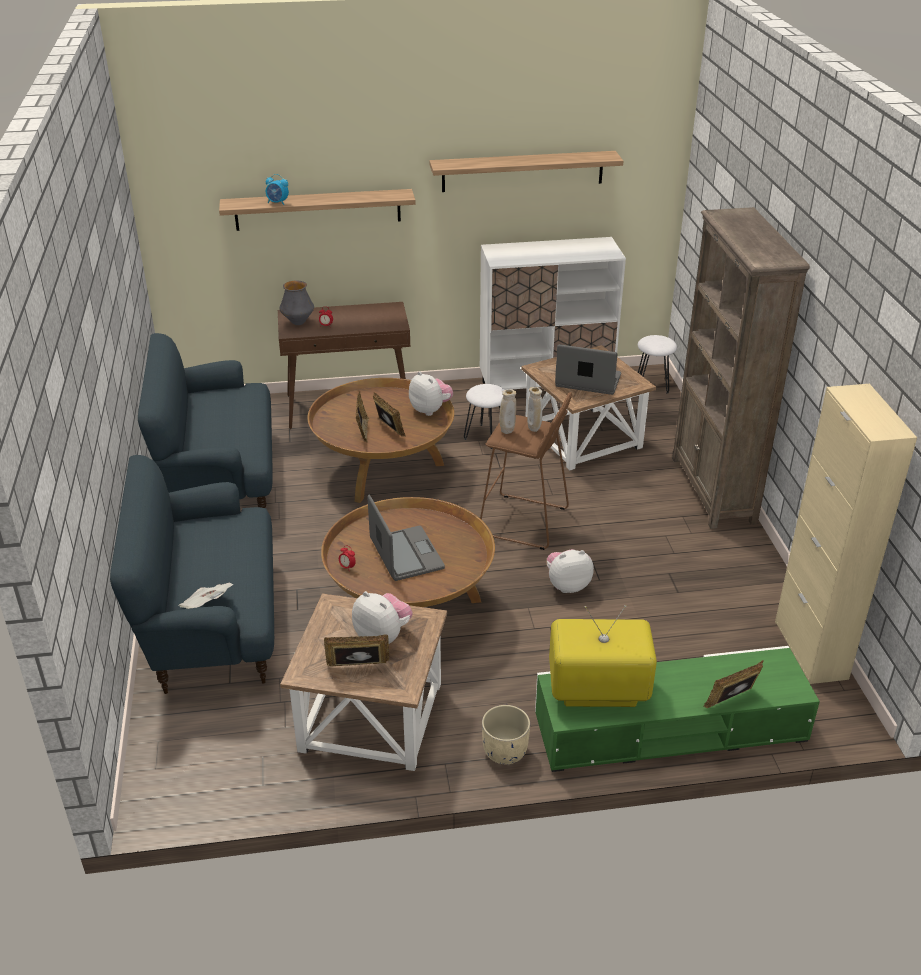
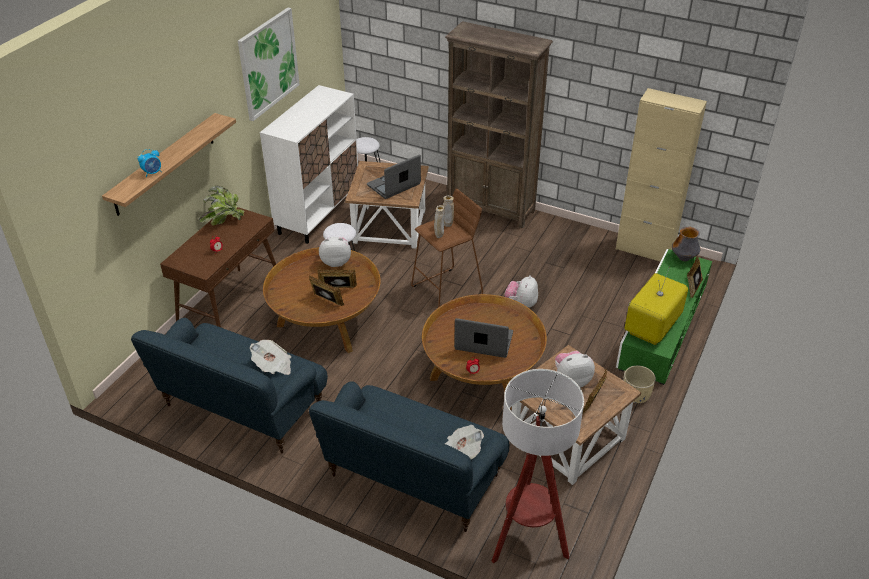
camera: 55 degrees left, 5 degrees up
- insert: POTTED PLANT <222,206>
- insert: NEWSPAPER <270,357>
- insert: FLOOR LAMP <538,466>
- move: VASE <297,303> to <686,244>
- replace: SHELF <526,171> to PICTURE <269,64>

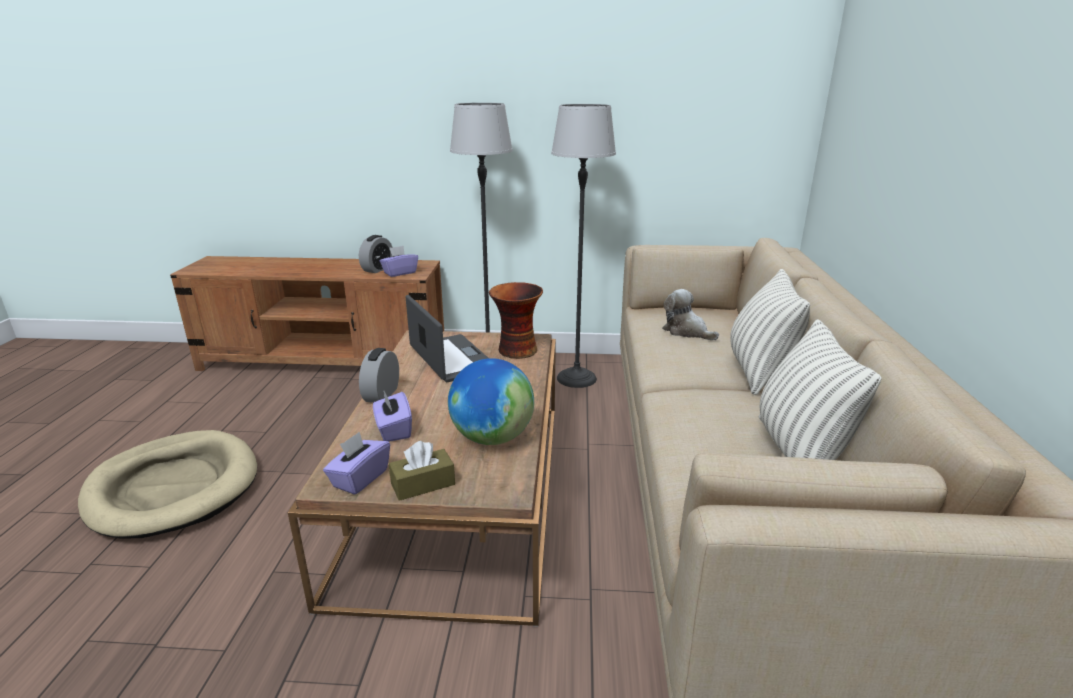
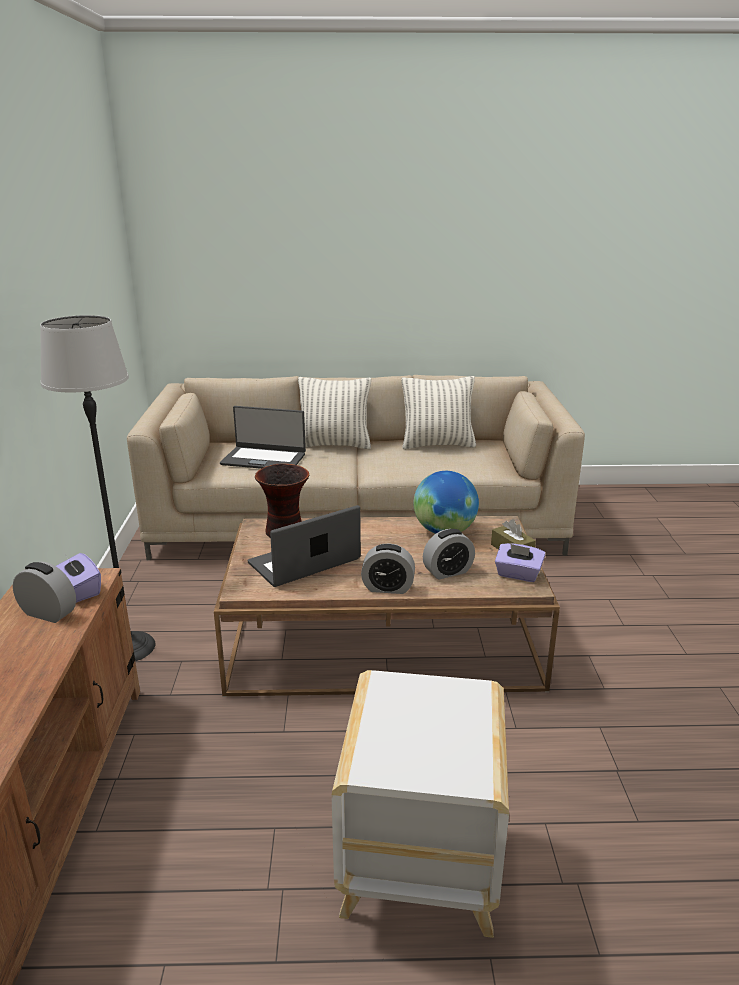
camera: 95 degrees left, 0 degrees up
- delete: FLOOR LAMP <583,246>
- replace: BEIGE DOG BED <167,484> to WHITE SIDE TABLE <420,804>
- replace: PURPLE TISSUE BOX <392,416> to ALARM CLOCK <449,554>
- replace: PLUSH TOY <690,314> to LAPTOP <263,437>

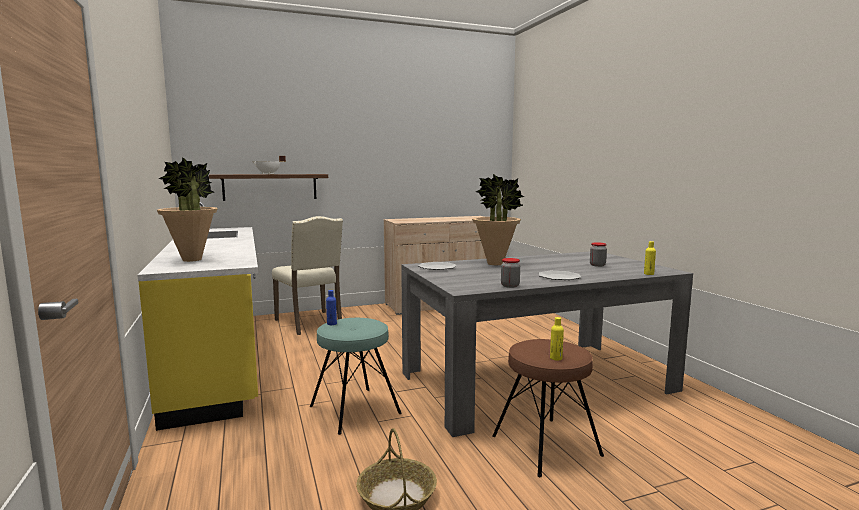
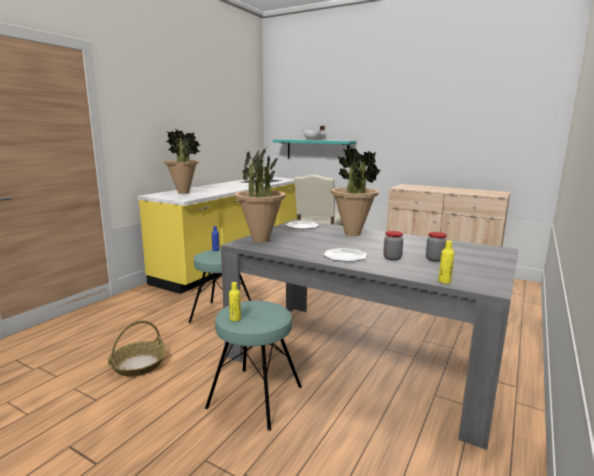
camera: 50 degrees right, 5 degrees up
- insert: POTTED PLANT <260,195>
- move: JAR <510,273> to <393,246>
- recolor: BROWN SHELF <268,187> to TURQUOISE SHELF <314,149>
- recolor: BROWN STOOL <548,408> to TURQUOISE STOOL <253,366>

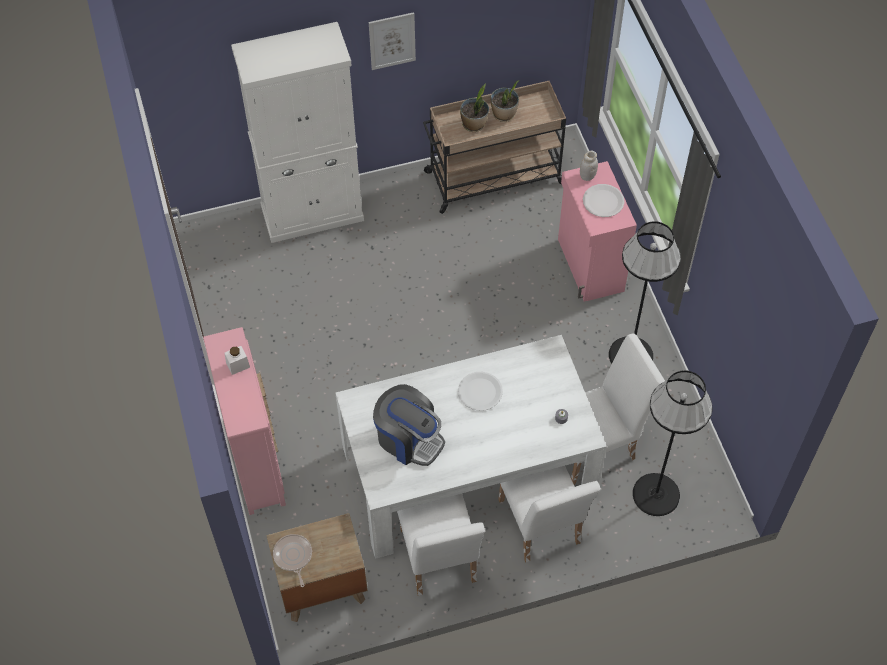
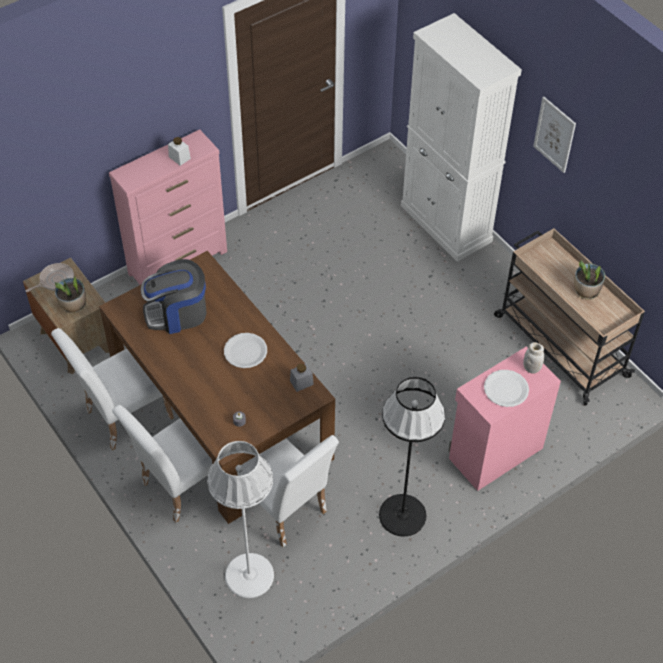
camera: 70 degrees right, 5 degrees down
- insert: GREY JAR <302,378>
- move: POTTED PLANT <474,108> to <70,295>
- recolor: WHITE DINING TABLE <471,447> to BROWN DINING TABLE <217,387>
- recolor: BLACK FLOOR LAMP <672,443> to WHITE FLOOR LAMP <240,519>
- rotate: COFFEE MACHINE <409,425> = <174,296> 60 degrees clockwise

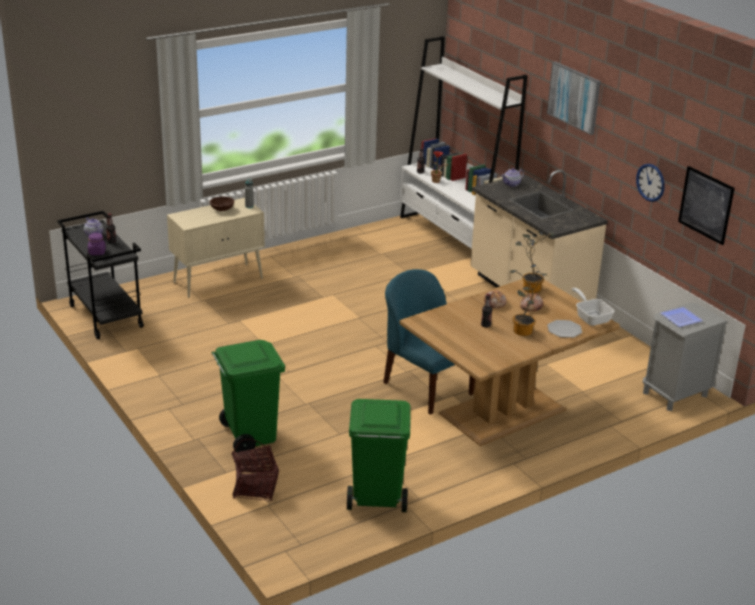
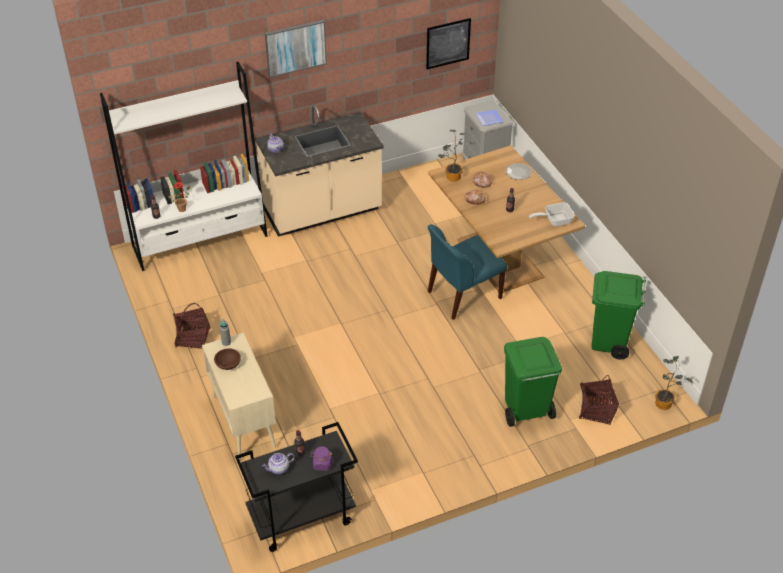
camera: 80 degrees left, 15 degrees up
- delete: WALL CLOCK <650,183>
- insert: BASKET <191,326>
- move: POTTED PLANT <528,300> to <674,383>
- move: FRYING PAN <593,307> to <552,214>

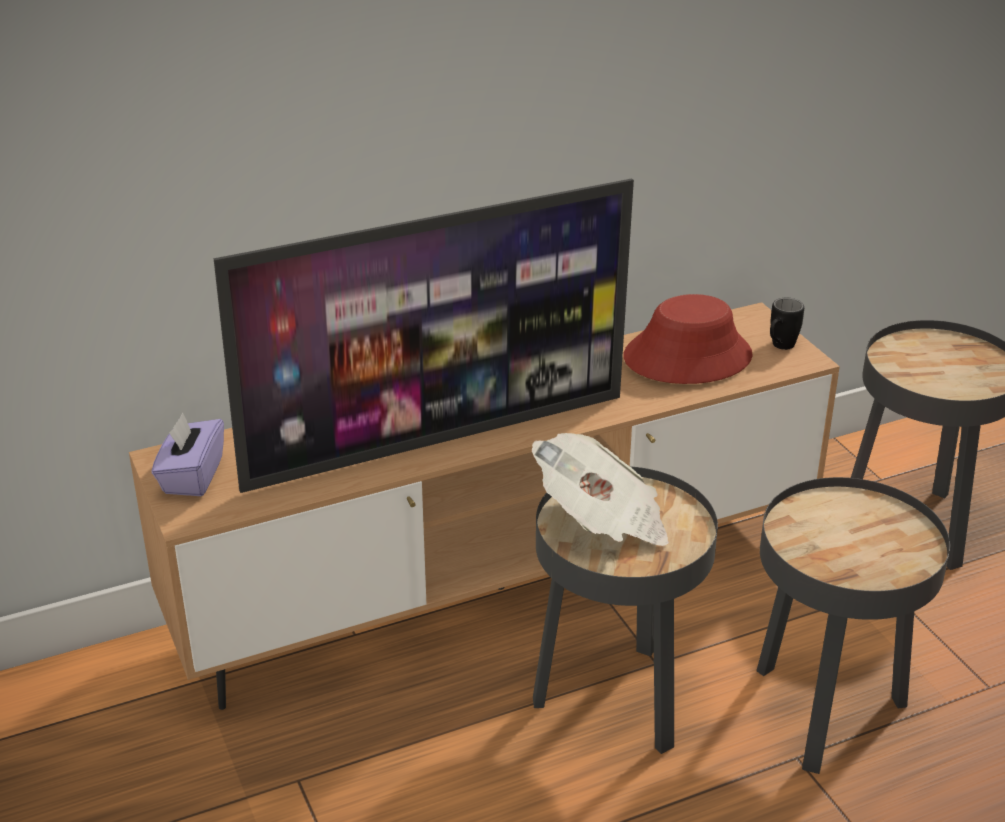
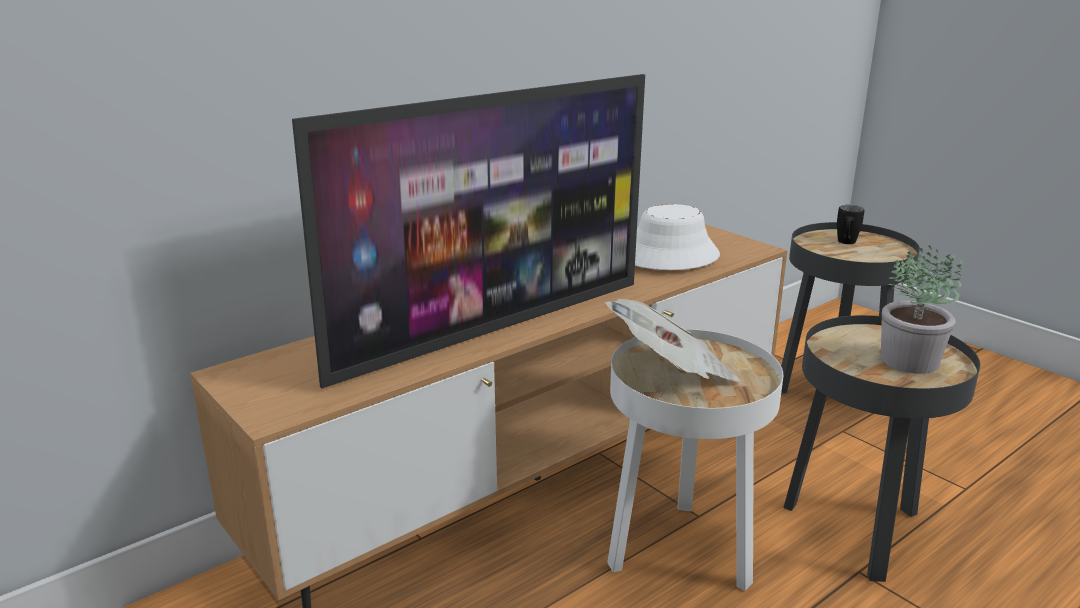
camera: 15 degrees left, 10 degrees down
- delete: PURPLE TISSUE BOX <188,454>
- insert: POTTED PLANT <922,309>
- move: BLACK MUG <787,324> to <850,224>
- recolor: BLACK SIDE TABLE <625,610> to WHITE SIDE TABLE <695,460>
- recolor: RED HAT <688,339> to WHITE HAT <677,237>

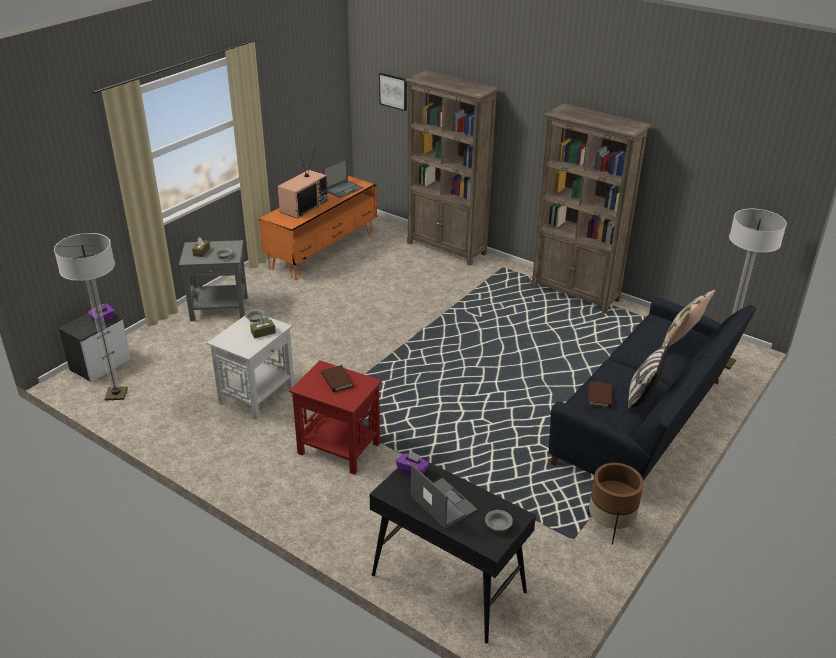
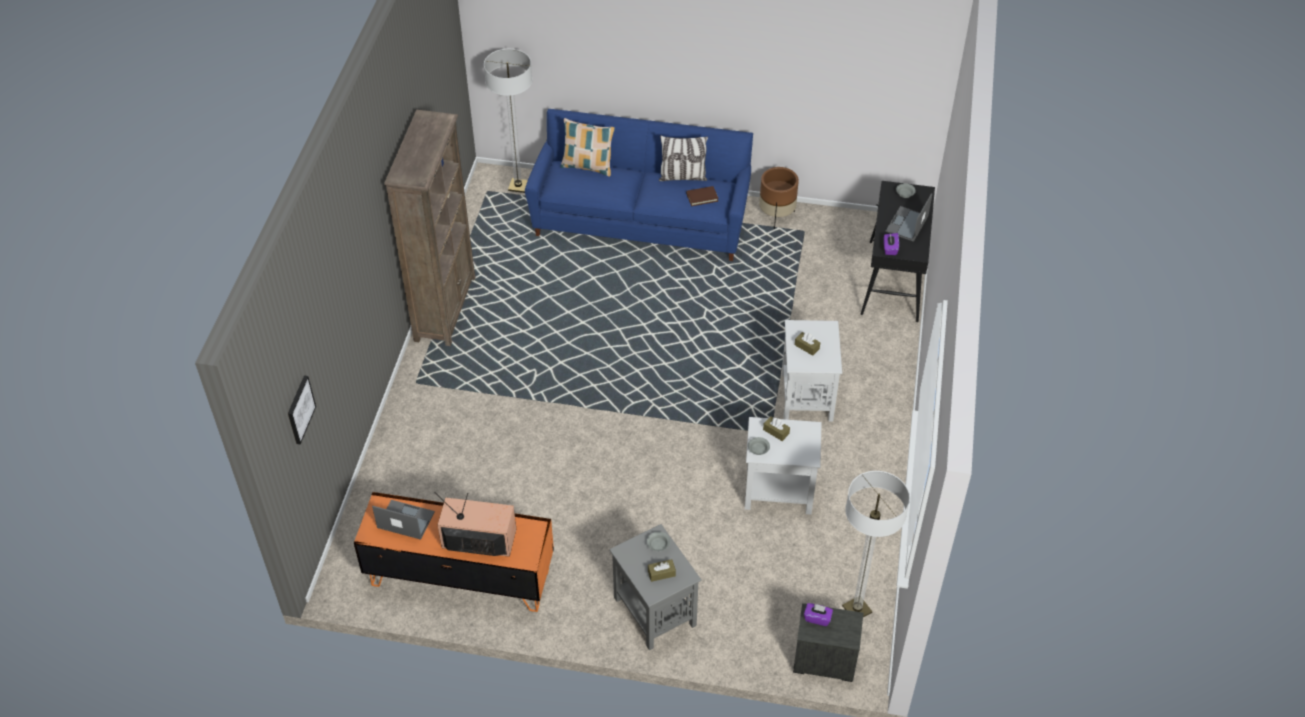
camera: 115 degrees left, 15 degrees up
- delete: BROWN BOOKCASE <452,168>
- replace: BROWN BOOK <337,378> to BROWN TISSUE BOX <807,344>
- recolor: RED SIDE TABLE <335,417> to WHITE SIDE TABLE <812,371>
- recolor: BLACK SOFA <652,389> to BLUE SOFA <639,185>

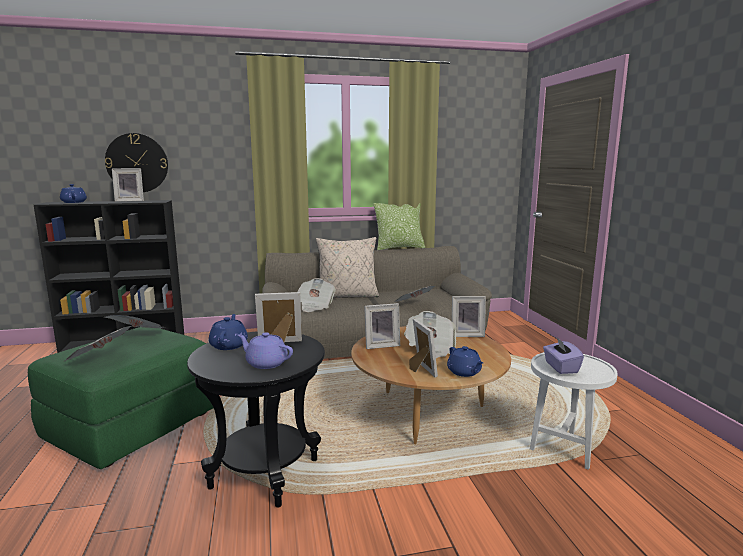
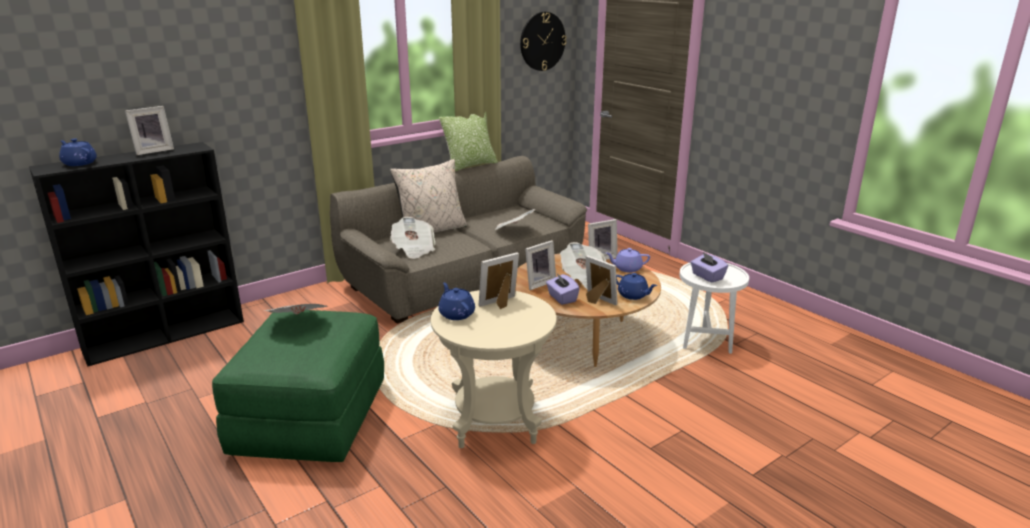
camera: 25 degrees left, 10 degrees up
- delete: NEWSPAPER <97,343>
- insert: PURPLE TISSUE BOX <563,289>
- move: WALL CLOCK <136,162> to <543,41>
- move: PURPLE TEAPOT <265,350> to <628,260>
- recolor: BLACK SIDE TABLE <256,419> to BEIGE SIDE TABLE <494,369>

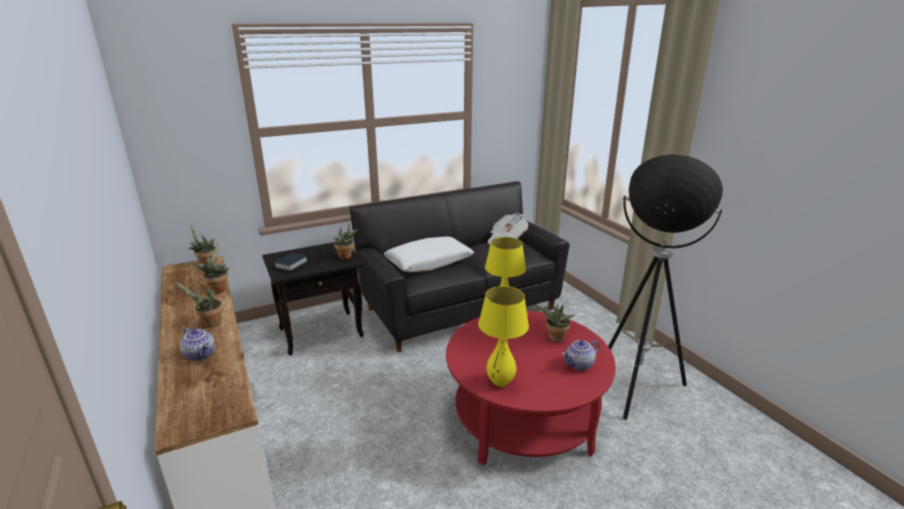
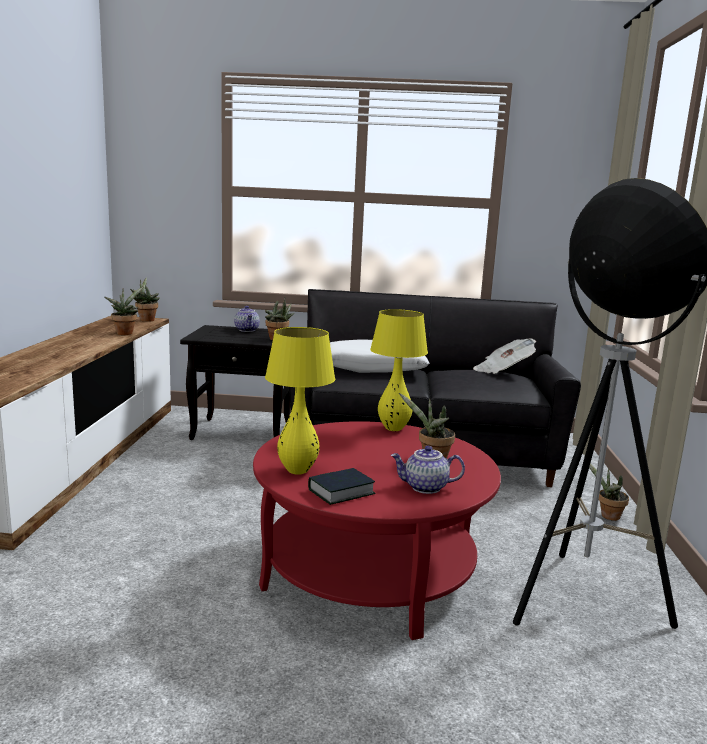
camera: 30 degrees right, 10 degrees down
- move: POTTED PLANT <199,304> to <609,492>
- move: TEAPOT <197,344> to <247,319>
- move: BOOK <291,262> to <342,486>

